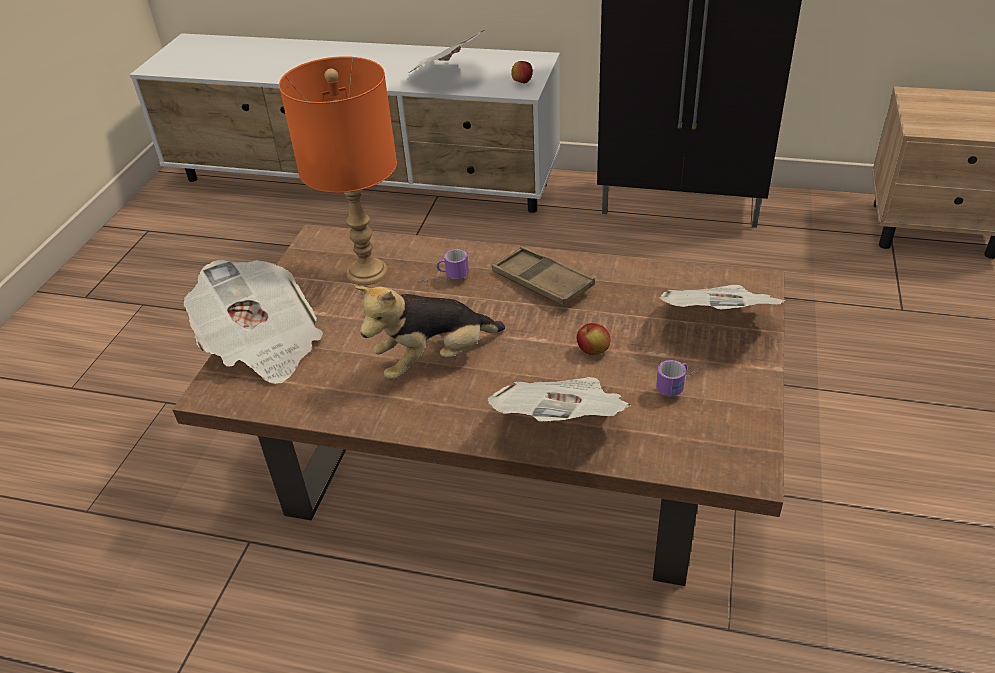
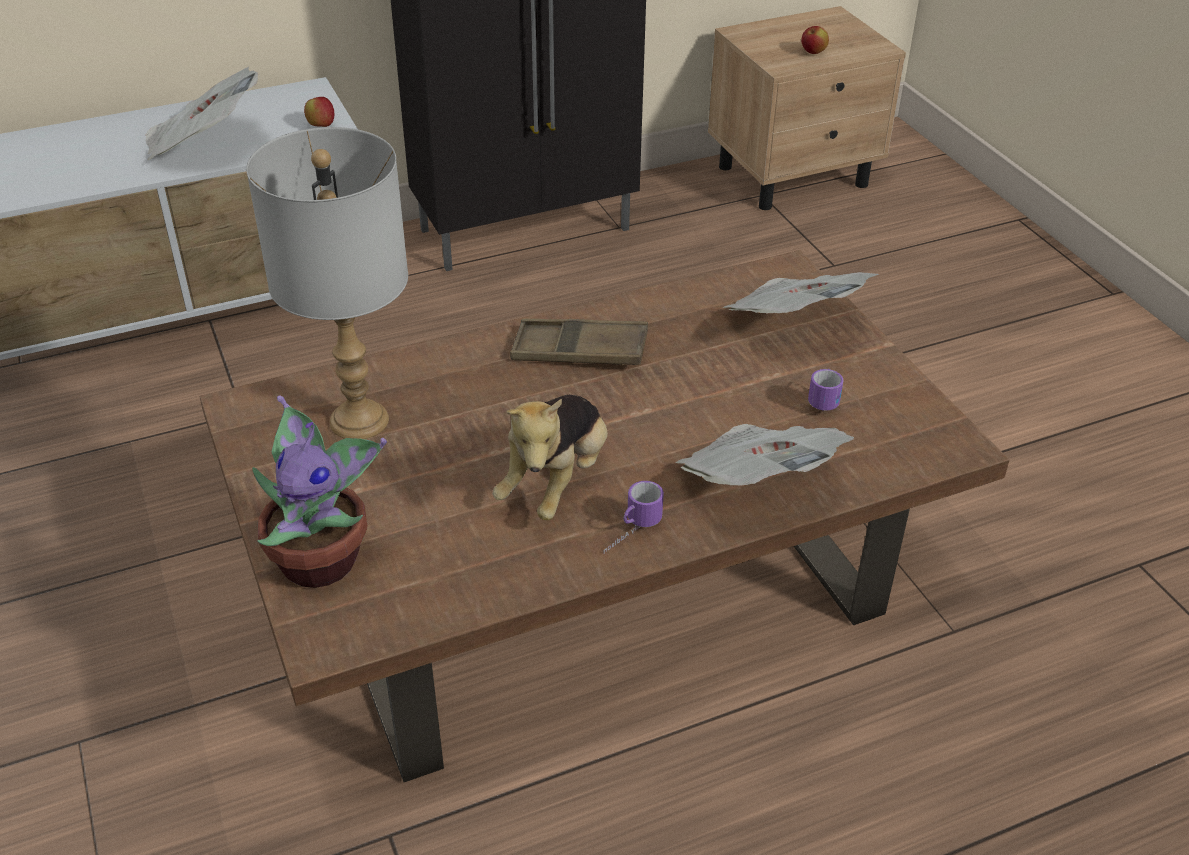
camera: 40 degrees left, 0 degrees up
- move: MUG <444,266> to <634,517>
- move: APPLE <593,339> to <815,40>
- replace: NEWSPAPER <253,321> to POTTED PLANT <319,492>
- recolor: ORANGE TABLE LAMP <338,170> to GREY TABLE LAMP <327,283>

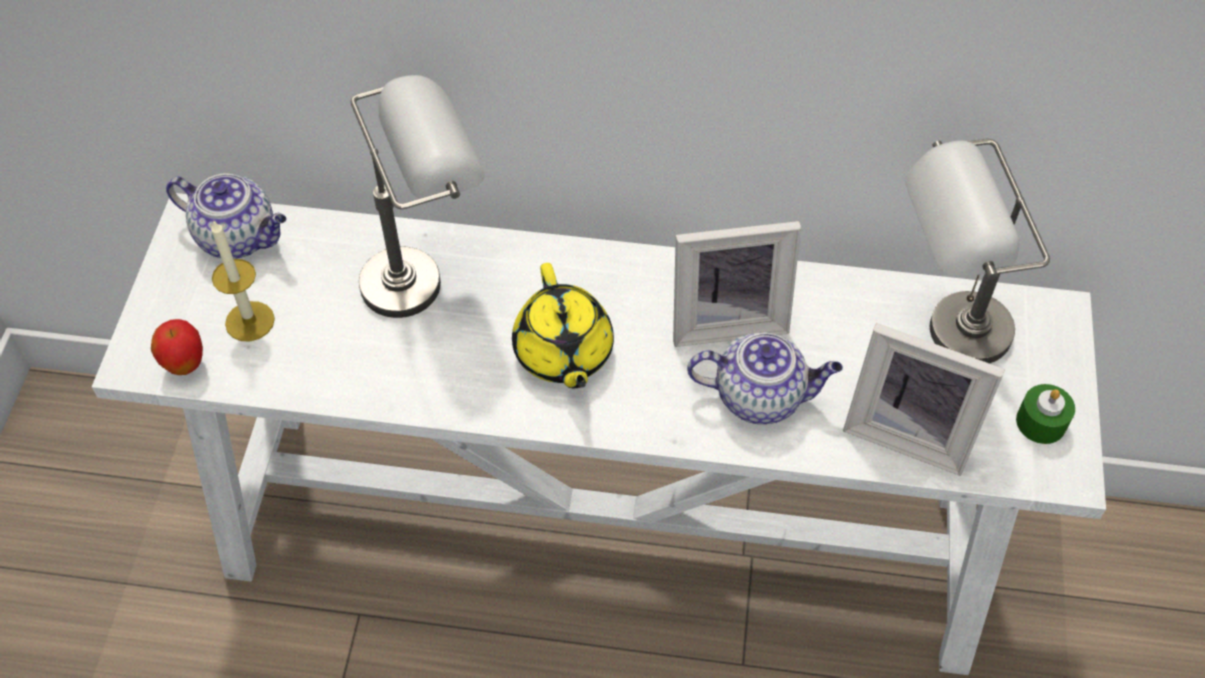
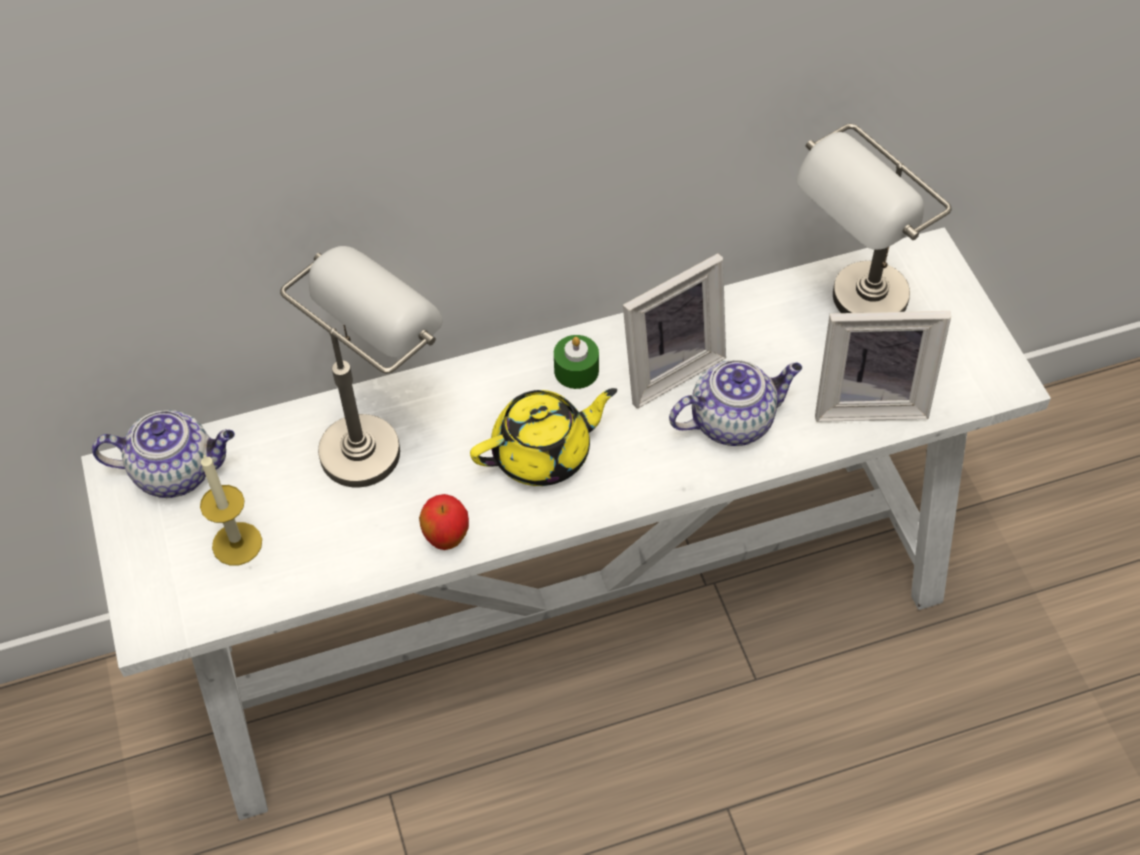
camera: 25 degrees left, 0 degrees up
- move: APPLE <177,347> to <444,522>
- move: GREEN CANDLE <1045,414> to <576,362>
- rotate: YELLOW TEAPOT <563,326> = <543,437> 75 degrees counterclockwise

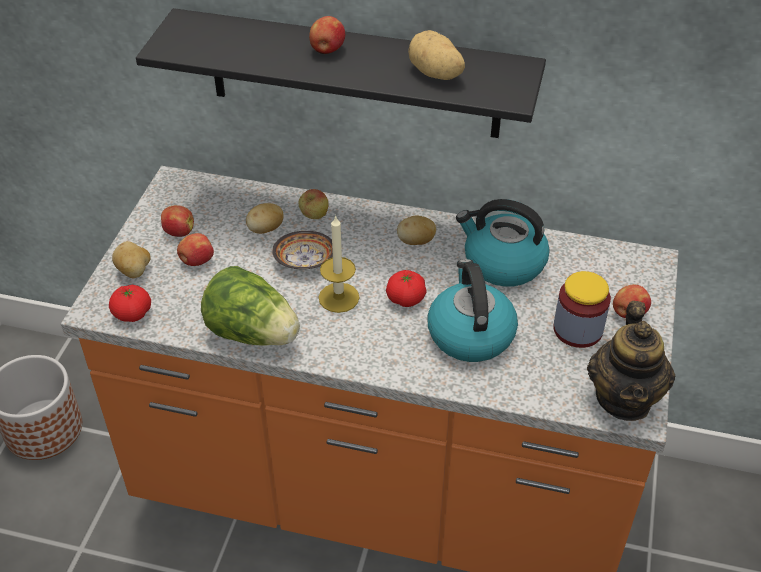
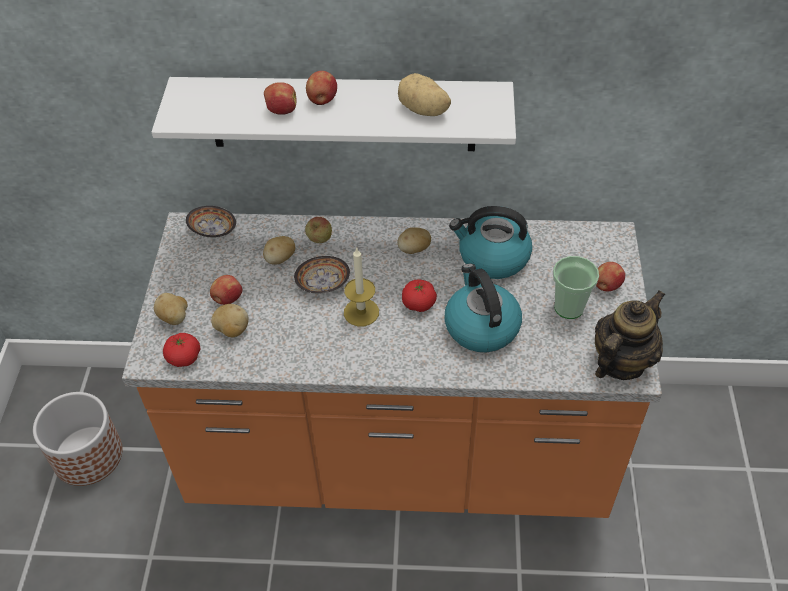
camera: 10 degrees left, 5 degrees up
- delete: LETTUCE <250,306>
- insert: BOWL <211,222>
- insert: POTATO <230,320>
- move: APPLE <177,221> to <280,98>
- replace: JAR <582,309> to CUP <576,287>
- recolor: BLACK SHELF <341,73> to WHITE SHELF <334,114>
- rotate: TEAPOT <631,361> = <630,335> 135 degrees counterclockwise

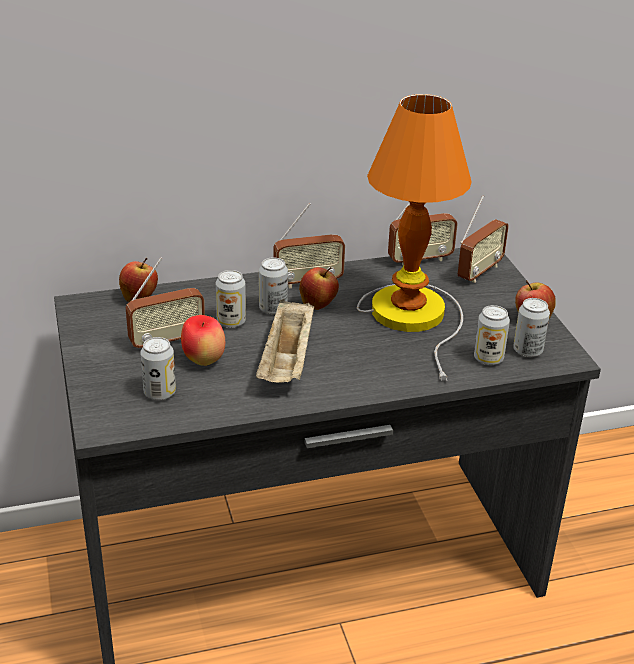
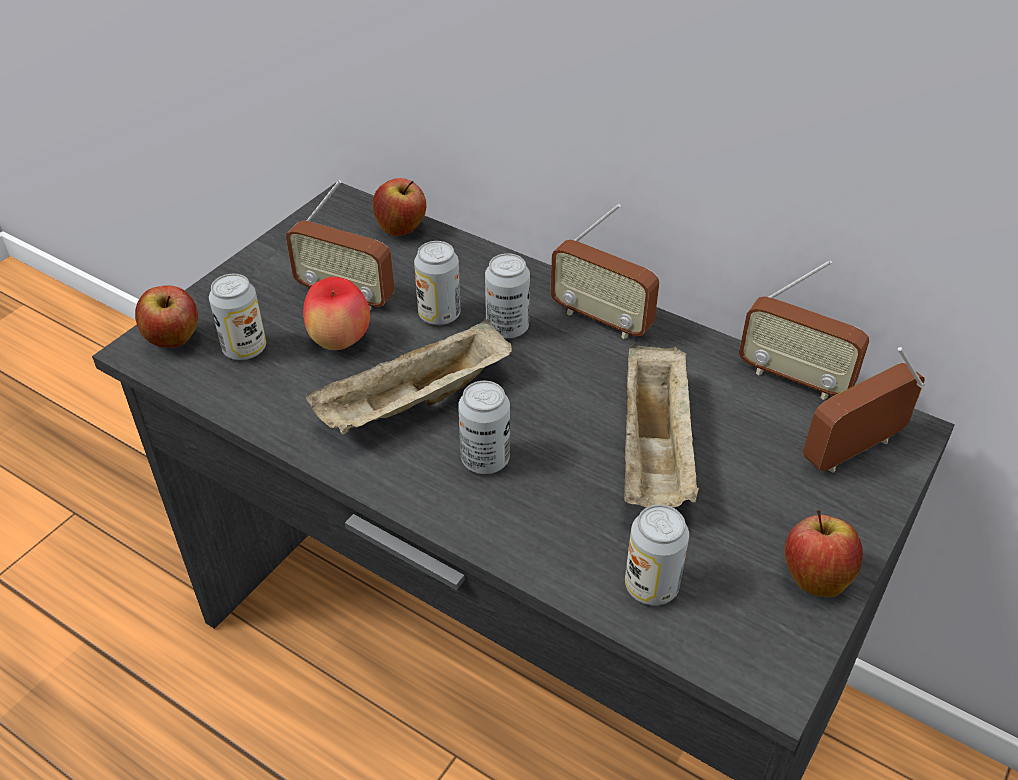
camera: 50 degrees right, 10 degrees up
- move: APPLE <319,288> to <166,316>
- move: CAN <531,327> to <484,427>
- replace: TABLE LAMP <414,237> to BEIGE TRAY <662,424>
- rotate: RADIO <483,239> = <864,410> 150 degrees clockwise

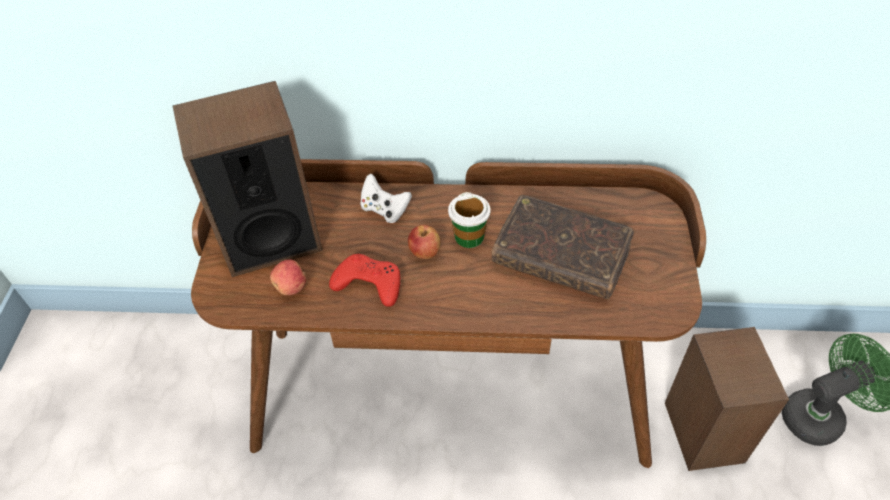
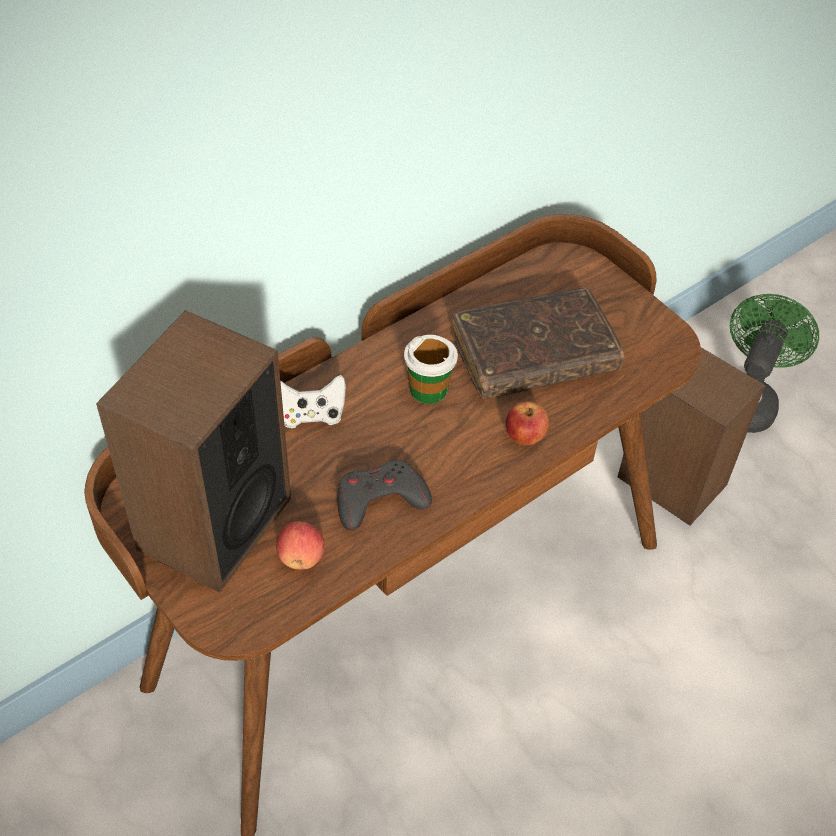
camera: 45 degrees left, 0 degrees up
- move: APPLE <424,242> to <527,423>
- recolor: RED GAME CONTROLLER <364,280> to GREY GAME CONTROLLER <384,495>

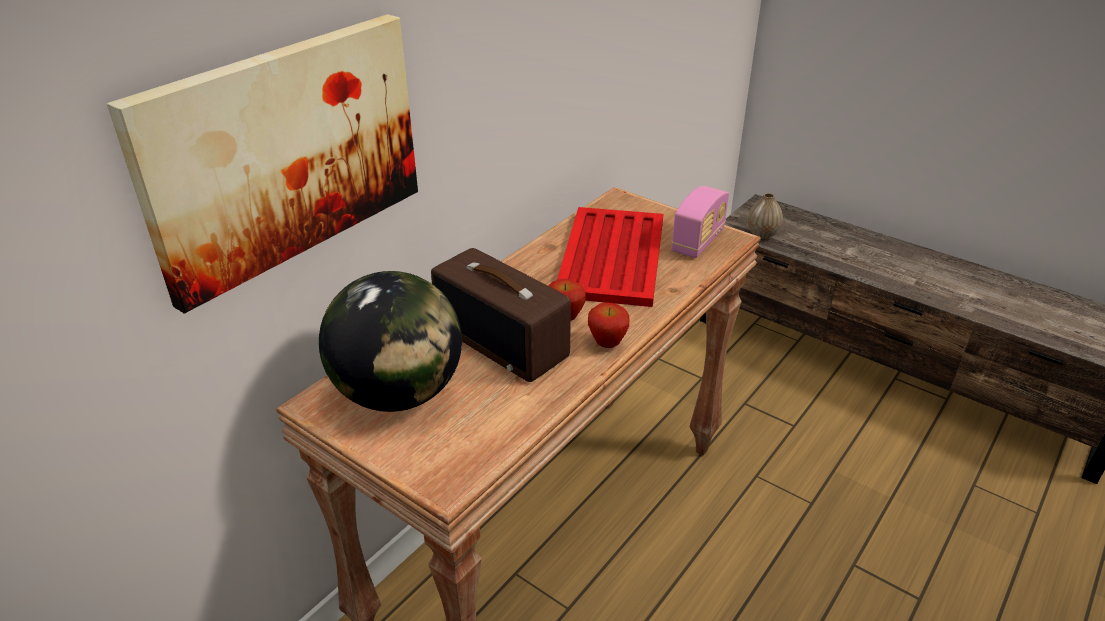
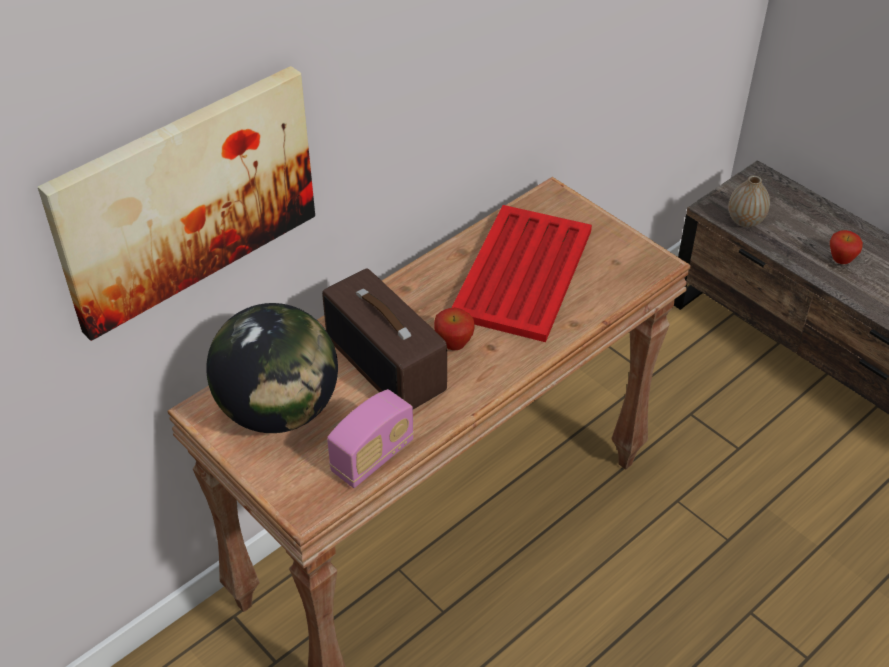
camera: 10 degrees right, 10 degrees up
- move: APPLE <608,325> to <846,247>
- move: RADIO <700,222> to <370,438>

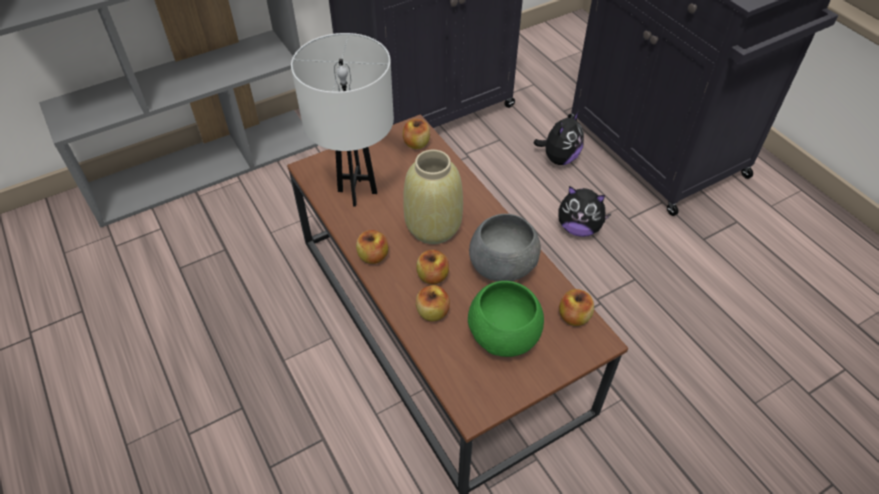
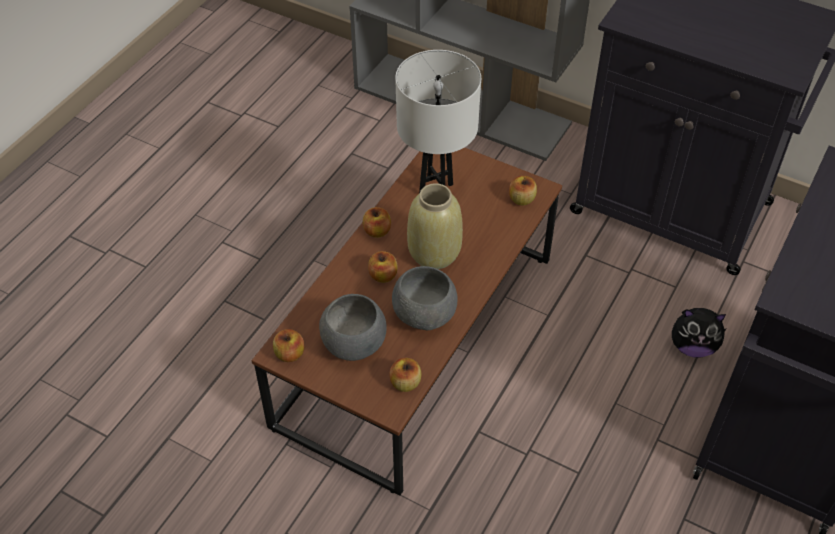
camera: 60 degrees right, 0 degrees up
- delete: PLUSH TOY <584,211>
- move: APPLE <433,303> to <288,345>
- recolor: GREEN BOWL <506,319> to GREY BOWL <353,327>

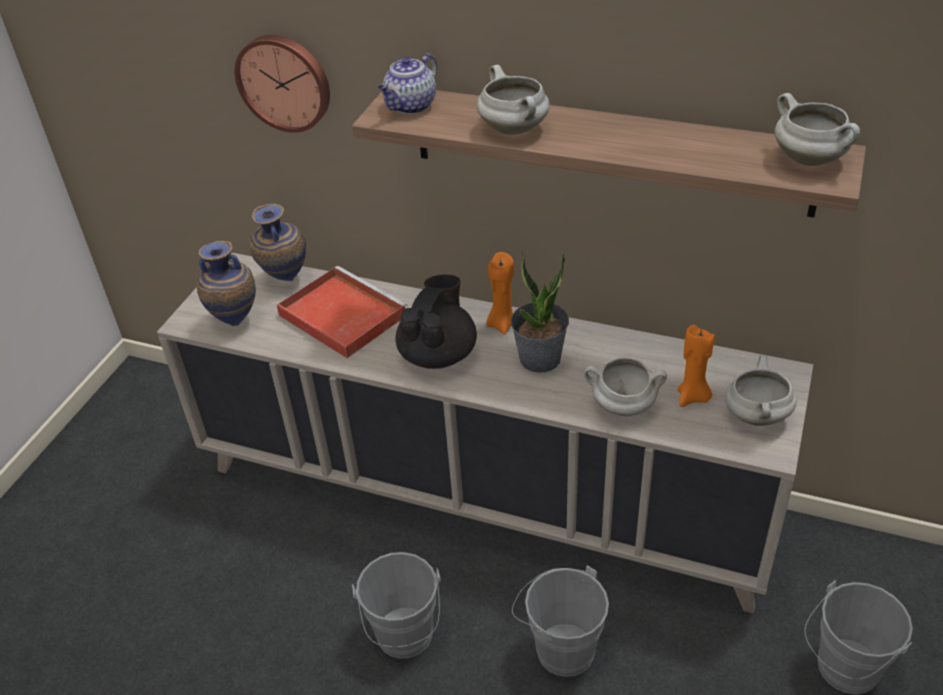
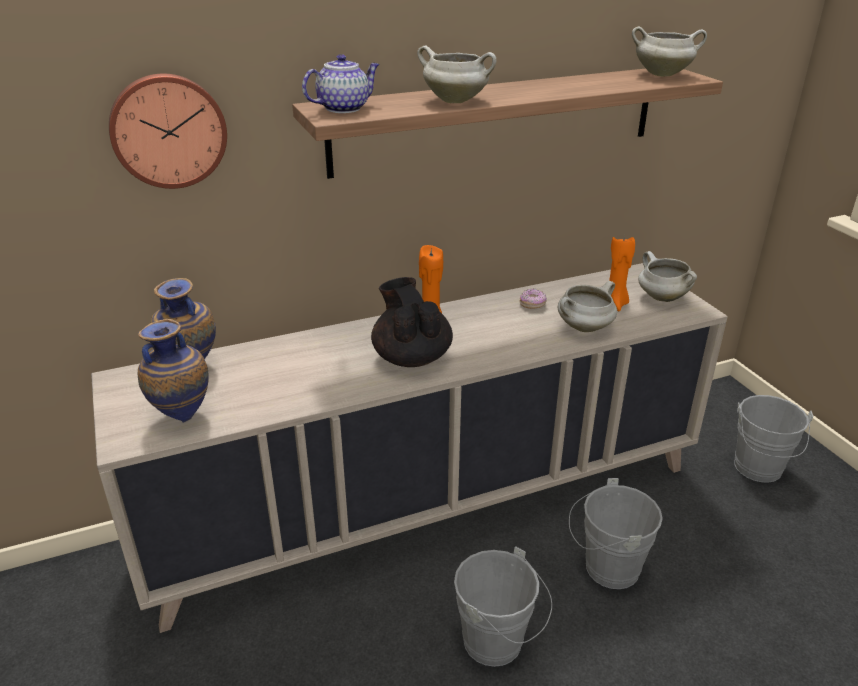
camera: 45 degrees left, 10 degrees down
- delete: RED TRAY <342,312>
- delete: POTTED PLANT <540,311>
- insert: DONUT <533,298>
- rotate: TEAPOT <407,84> = <341,83> 120 degrees counterclockwise

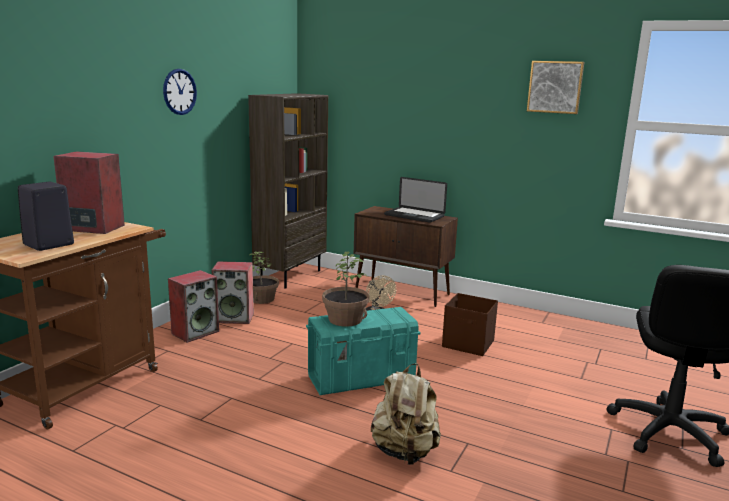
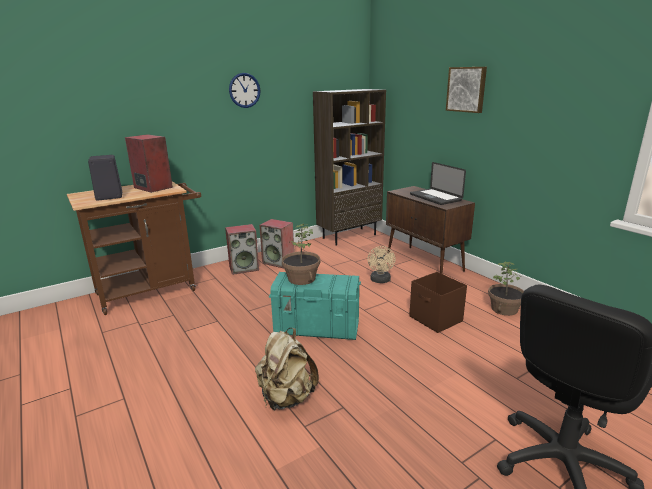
camera: 30 degrees right, 5 degrees up
- move: POTTED PLANT <264,277> to <506,289>
- move: PICTURE <555,87> to <466,90>

